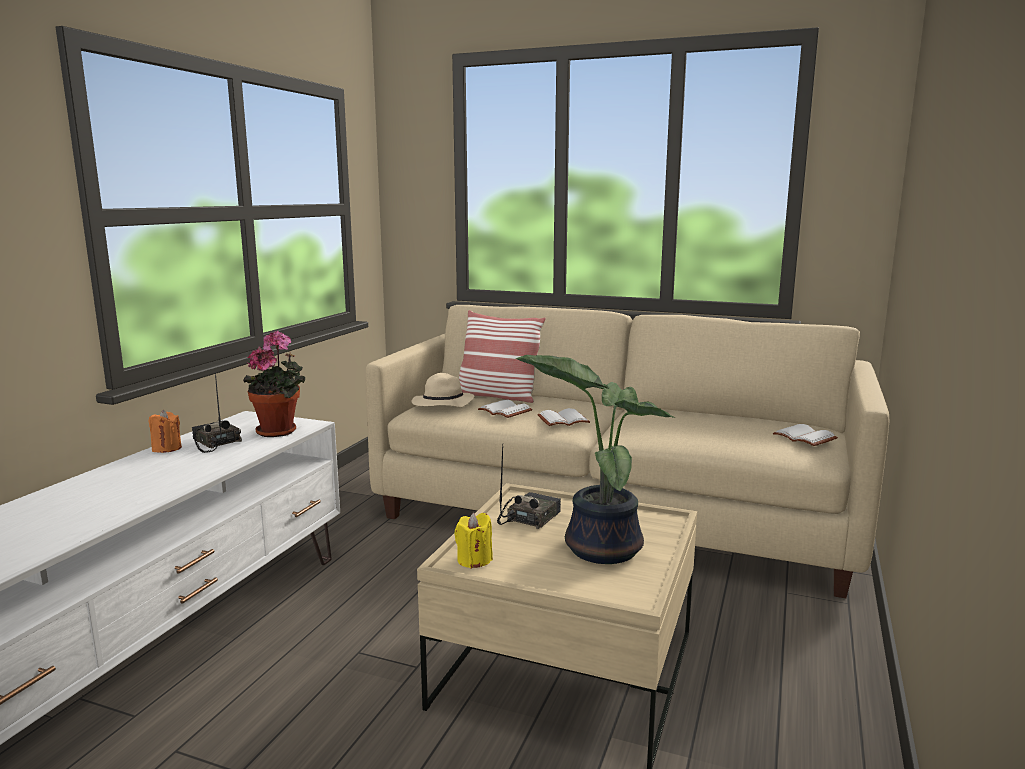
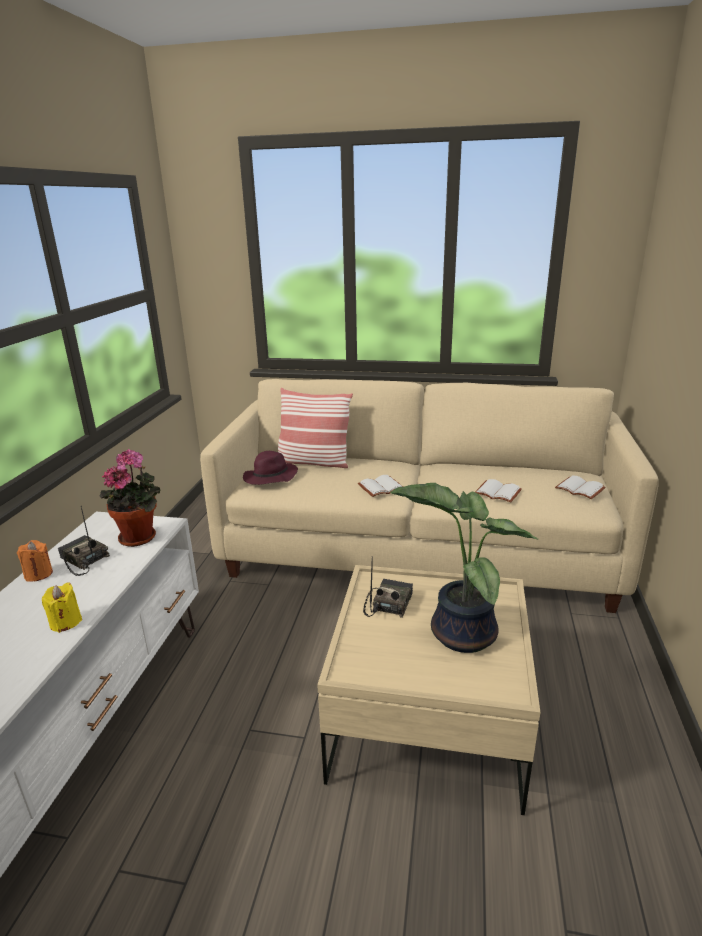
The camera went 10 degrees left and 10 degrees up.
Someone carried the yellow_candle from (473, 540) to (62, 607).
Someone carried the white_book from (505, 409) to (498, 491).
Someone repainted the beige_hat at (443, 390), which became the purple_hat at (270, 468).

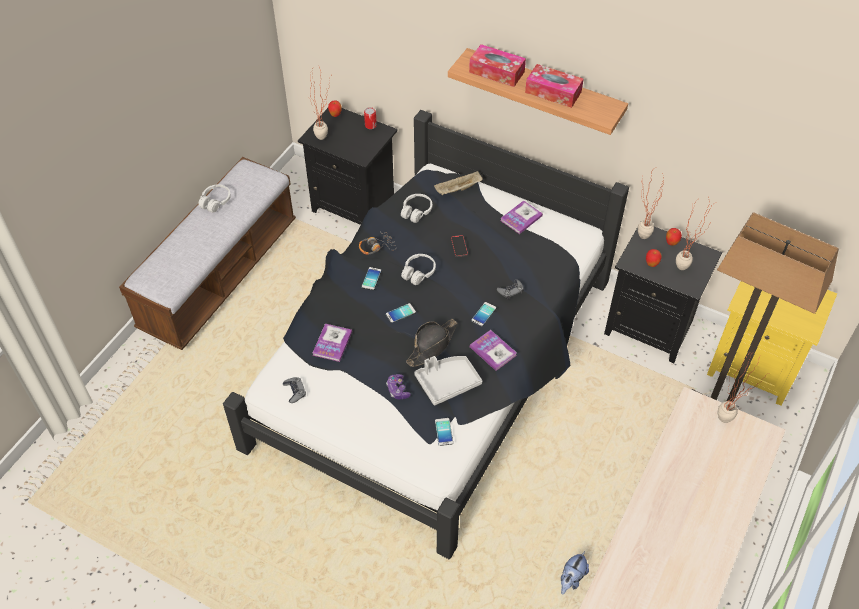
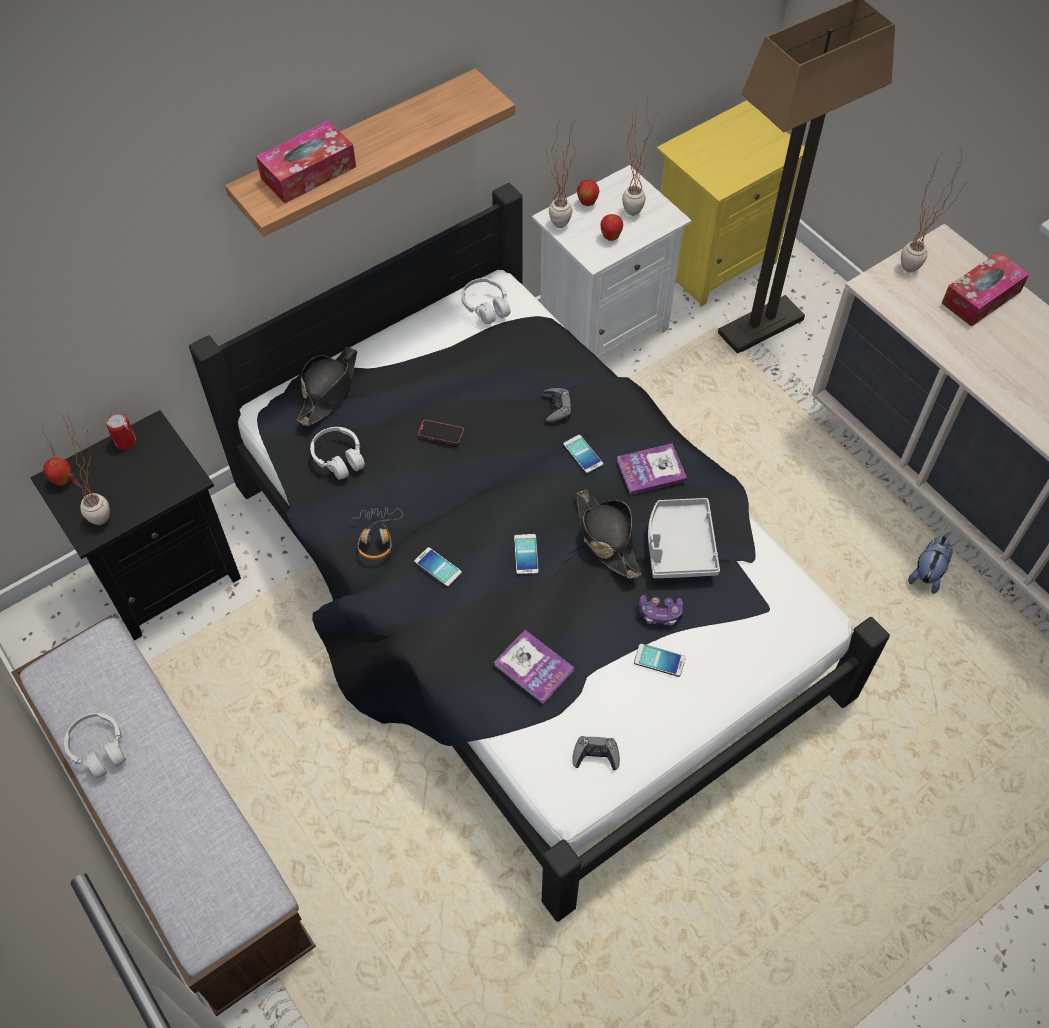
The camera went 65 degrees left and 5 degrees up.
Someone took away the book at (521, 217).
Someone carried the white_headphones from (418, 269) to (486, 301).
Someone carried the phone from (444, 432) to (660, 660).
Someone carried the tissue_box from (554, 86) to (985, 289).
Someone swapped the beige_tray at (458, 183) for the black_hat at (327, 386).
Someone repainted the black_nightstand at (663, 295), which became the white_nightstand at (612, 262).
Someone rotated the plush_toy at (575, 573) by 120 degrees counterclockwise.

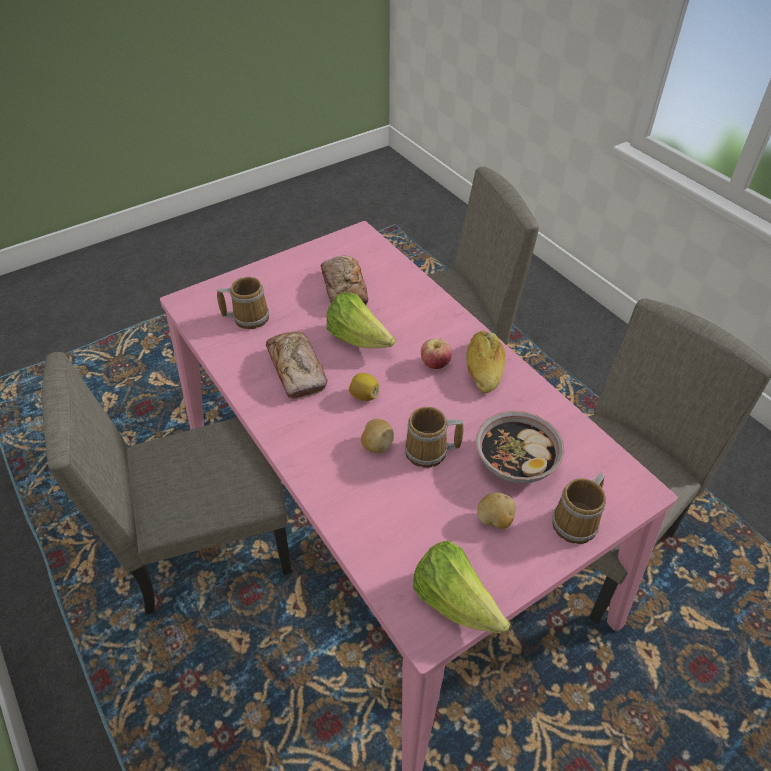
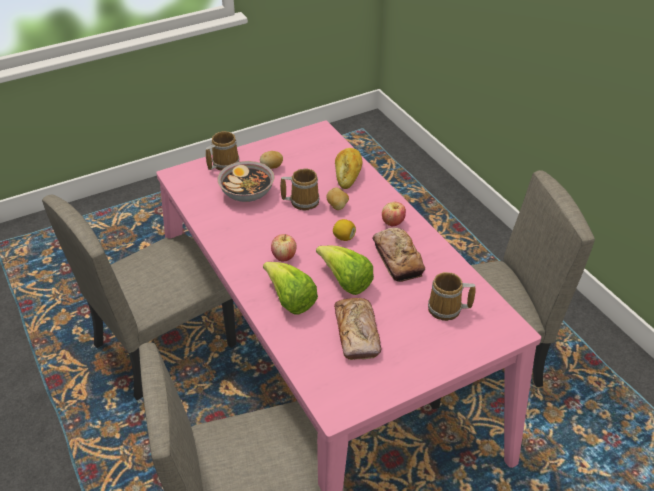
The camera went 175 degrees left and 5 degrees down.
Someone put down the apple at (394, 214).
Someone carried the lettuce from (461, 586) to (290, 288).
Someone carried the bread from (486, 361) to (349, 168).

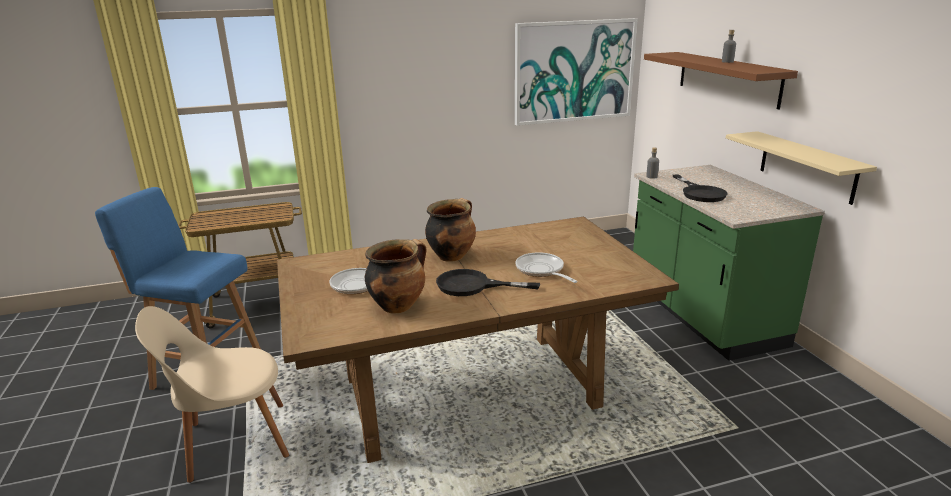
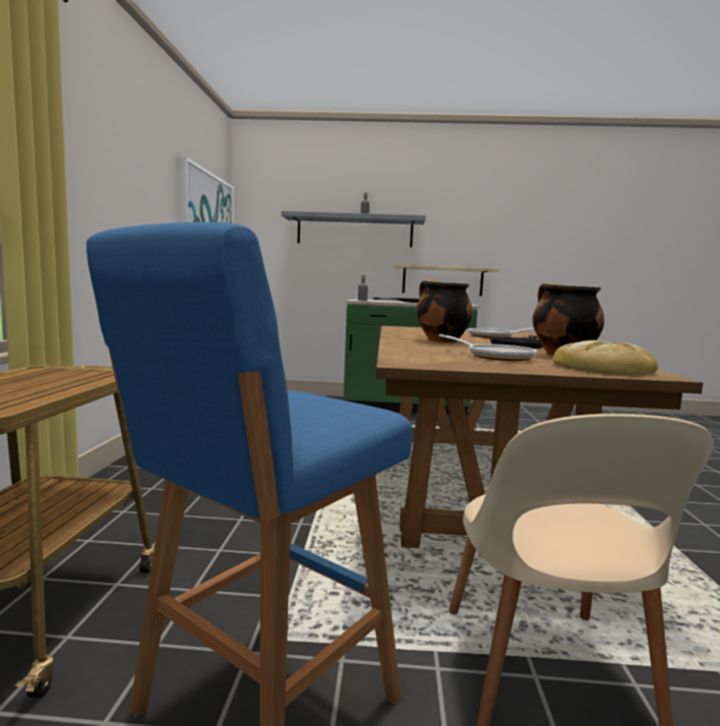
The camera went 70 degrees left and 15 degrees down.
Someone put down the bread at (605, 357).
Someone repainted the brown_shelf at (721, 80), which became the grey_shelf at (353, 229).

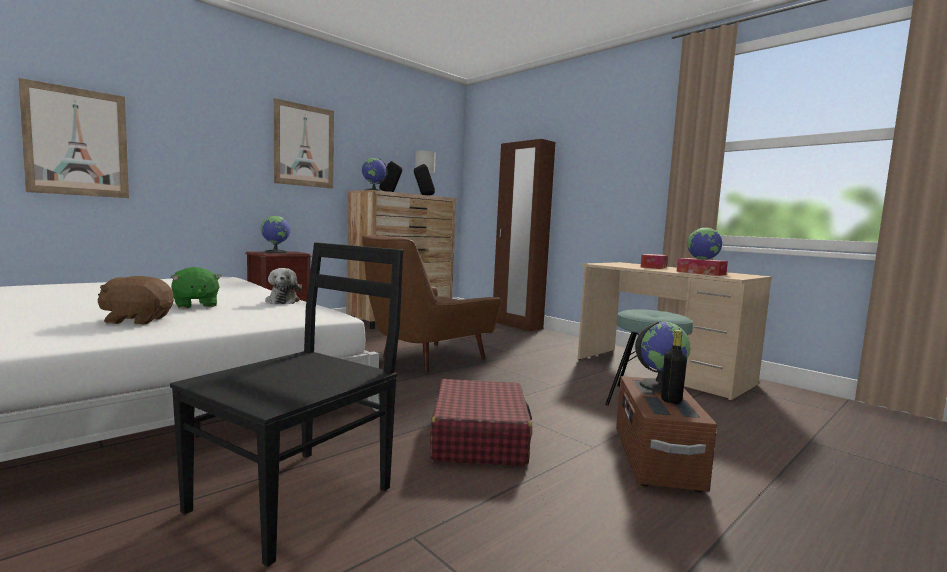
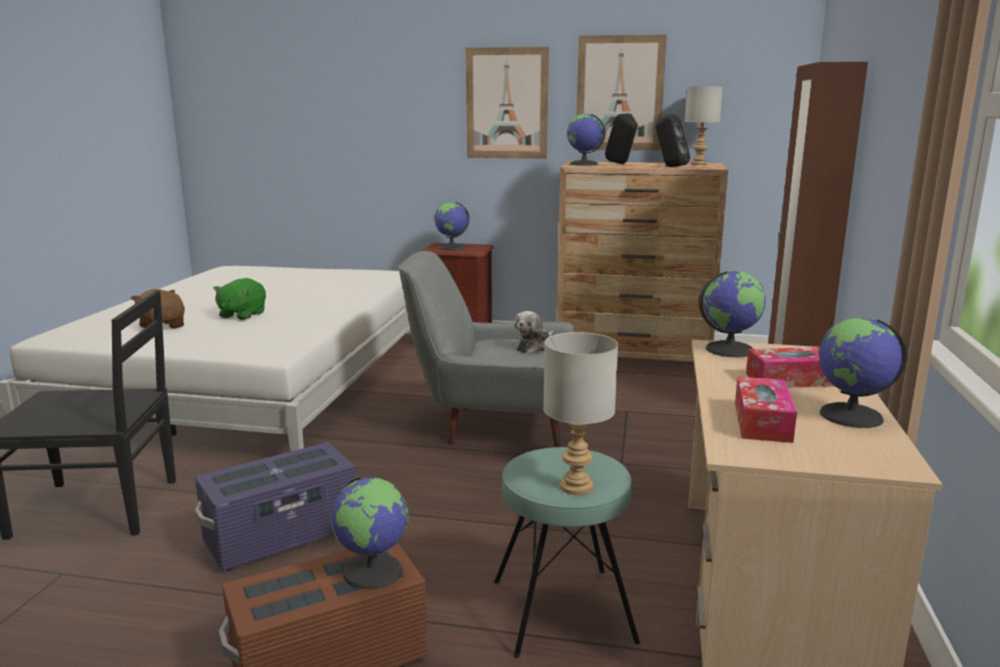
The camera went 55 degrees right and 10 degrees up.
Someone took away the black_bottle at (674, 367).
Someone put down the grey_table_lamp at (580, 413).
Someone put down the globe at (732, 314).
Someone carried the picture from (73, 138) to (622, 92).
Someone carried the plush_toy from (283, 286) to (534, 332).
Someone swapped the red_suitcase at (481, 422) for the purple_storage_box at (275, 506).
Someone repainted the brown_armchair at (431, 303), which became the grey_armchair at (486, 349).

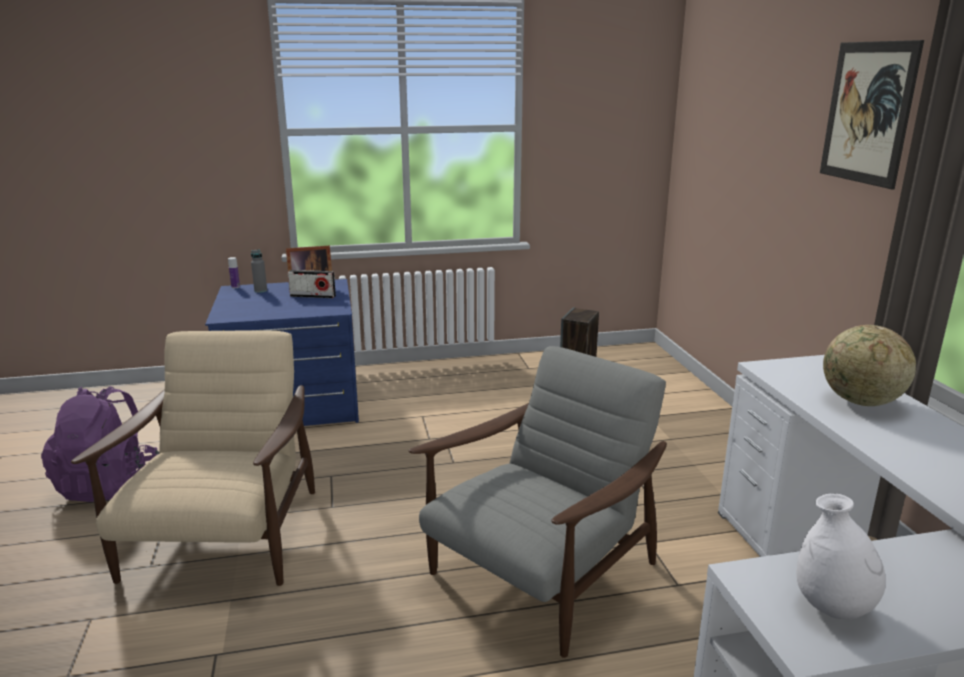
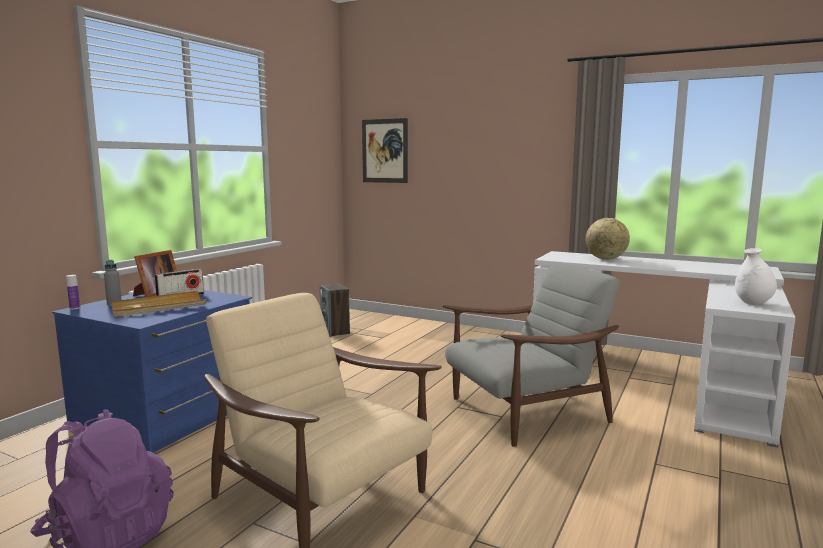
The camera went 50 degrees left and 10 degrees down.
Someone put down the beige_tray at (158, 304).
Someone carried the picture from (872, 115) to (385, 150).
Someone rotated the grey_armchair at (538, 502) by 75 degrees clockwise.

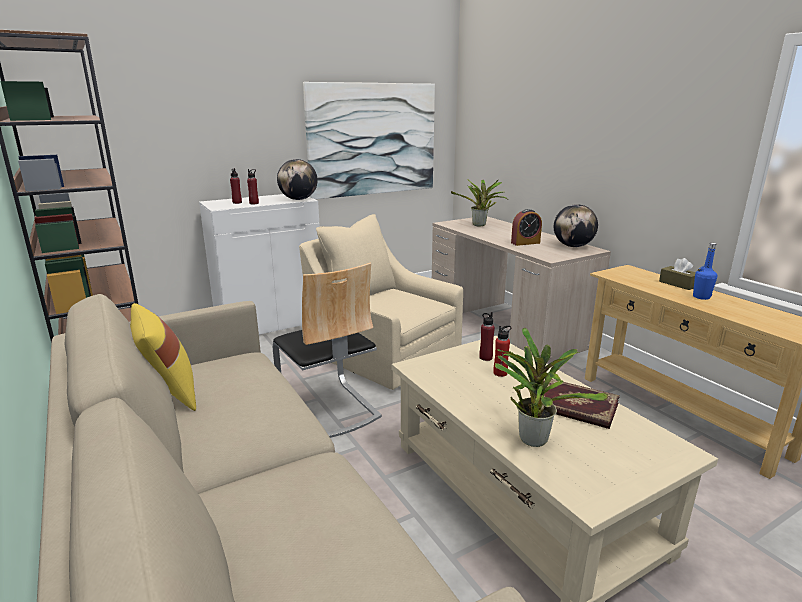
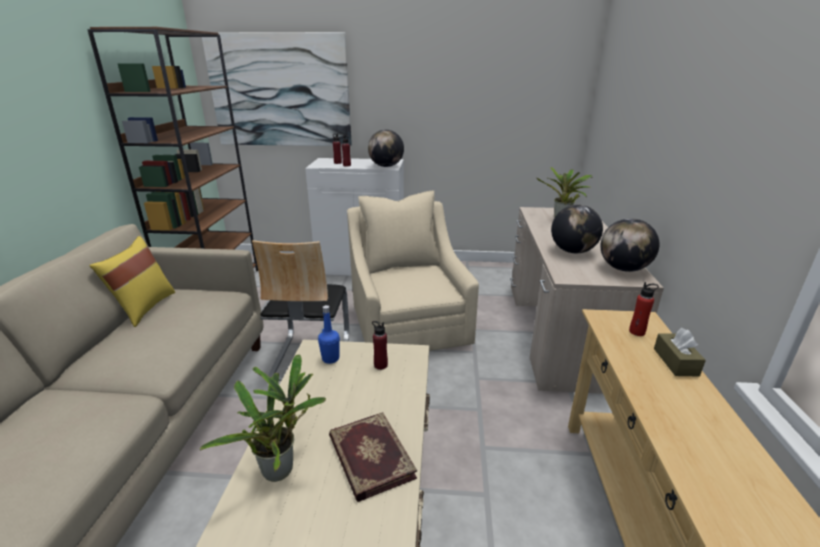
The camera went 35 degrees right and 5 degrees up.
Someone carried the picture from (369, 140) to (277, 89).
Someone carried the red_bottle from (502, 351) to (644, 309).
Someone carried the blue_bottle from (705, 271) to (329, 334).
Someone swapped the alarm_clock at (526, 227) for the globe at (577, 229).

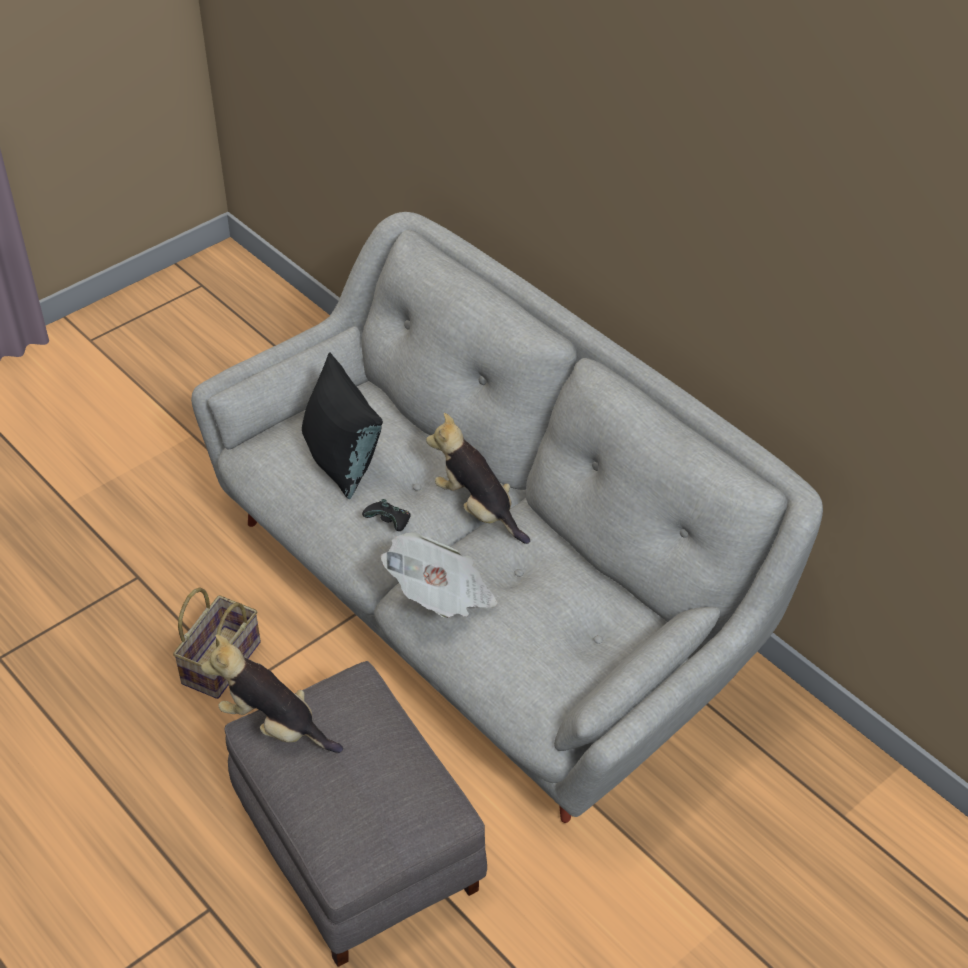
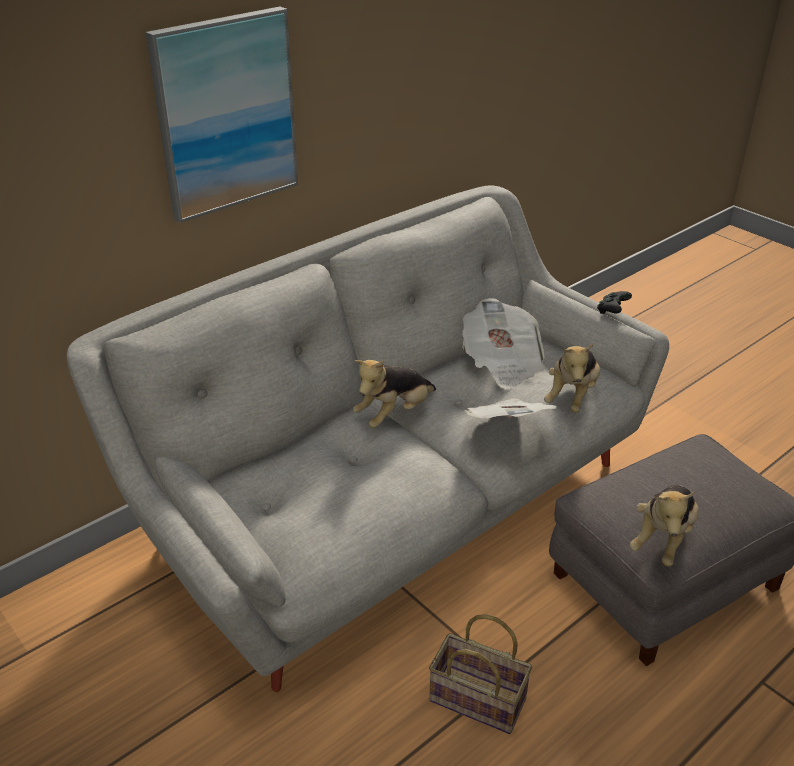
The camera went 90 degrees left and 10 degrees down.
Someone took away the black_pillow at (342, 425).
Someone put up the picture at (222, 115).
Someone put down the newspaper at (503, 344).
Someone put down the plush_toy at (572, 378).
Someone carried the black_game_controller from (386, 515) to (614, 302).

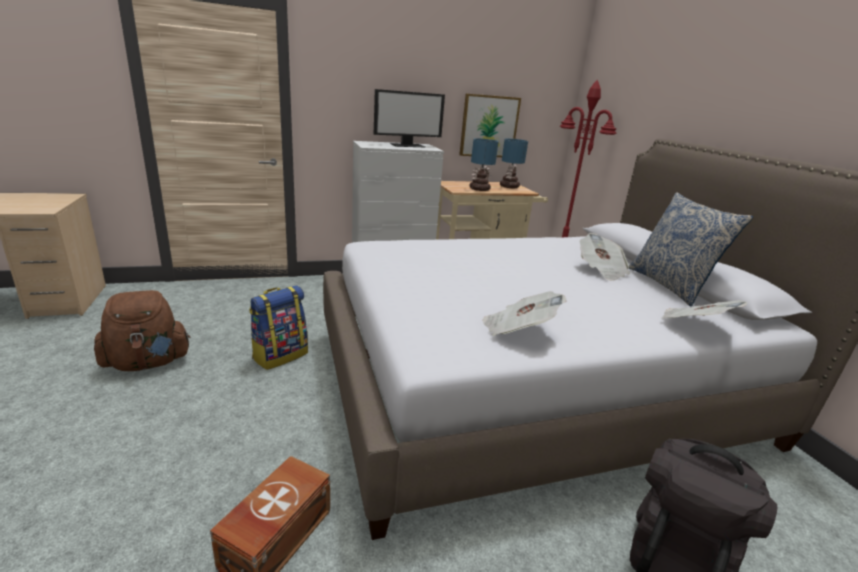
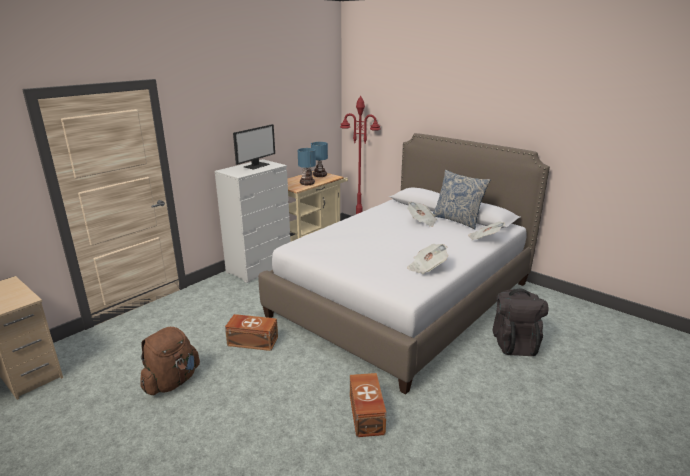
The camera went 30 degrees left and 0 degrees up.
Someone took away the picture at (490, 125).
Someone swapped the backpack at (278, 328) for the brown_storage_box at (251, 332).

